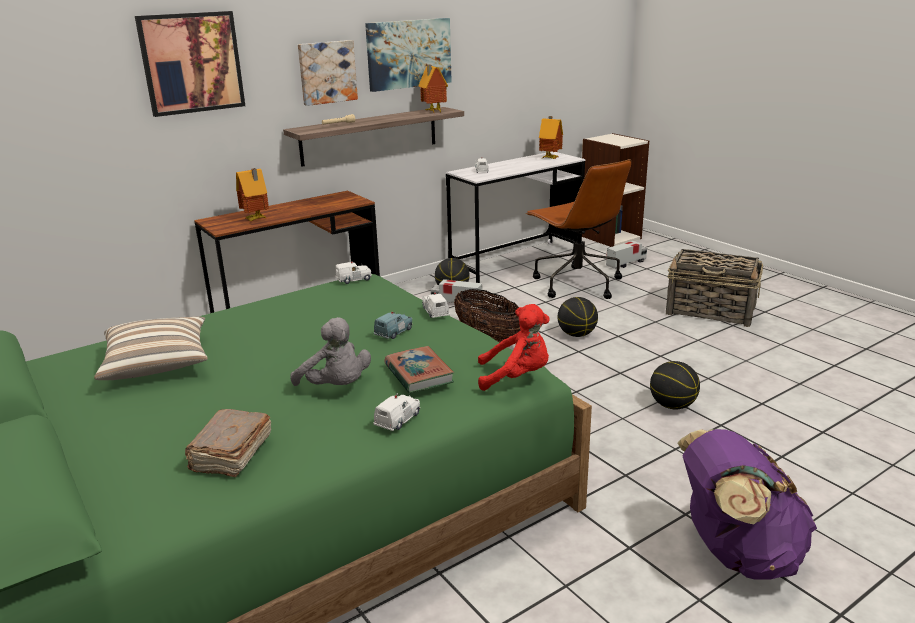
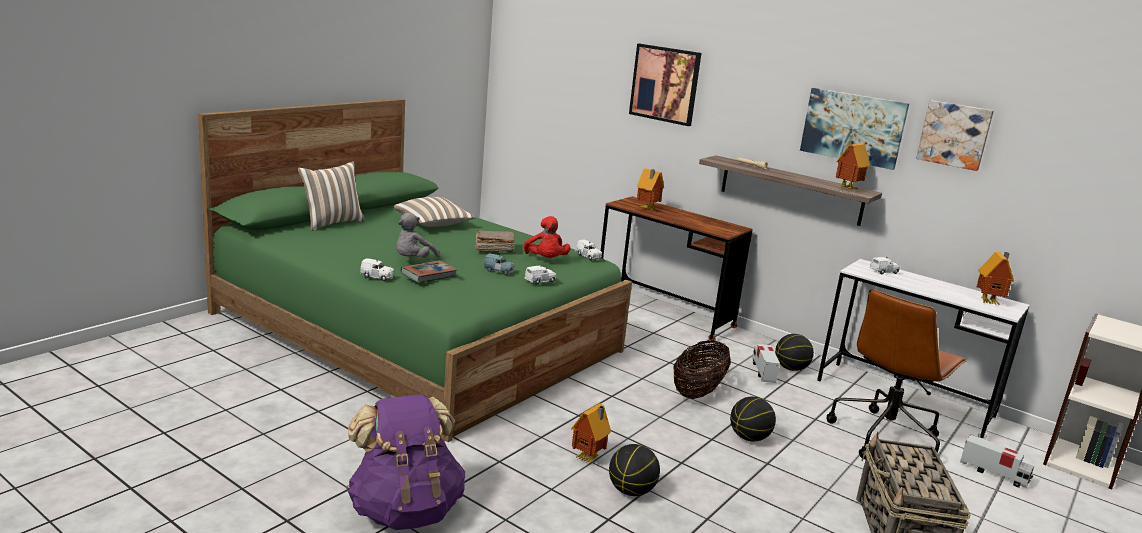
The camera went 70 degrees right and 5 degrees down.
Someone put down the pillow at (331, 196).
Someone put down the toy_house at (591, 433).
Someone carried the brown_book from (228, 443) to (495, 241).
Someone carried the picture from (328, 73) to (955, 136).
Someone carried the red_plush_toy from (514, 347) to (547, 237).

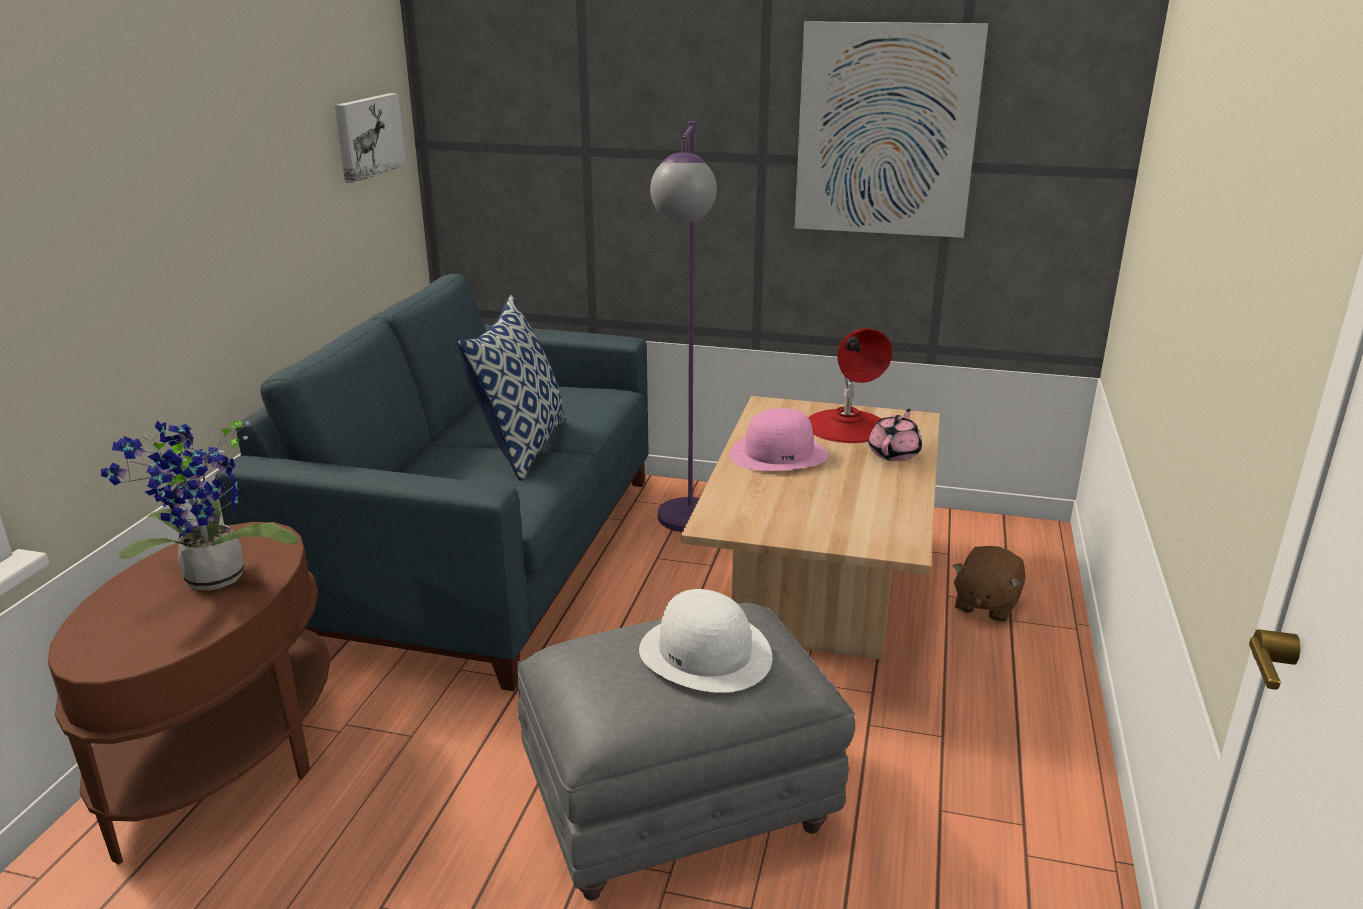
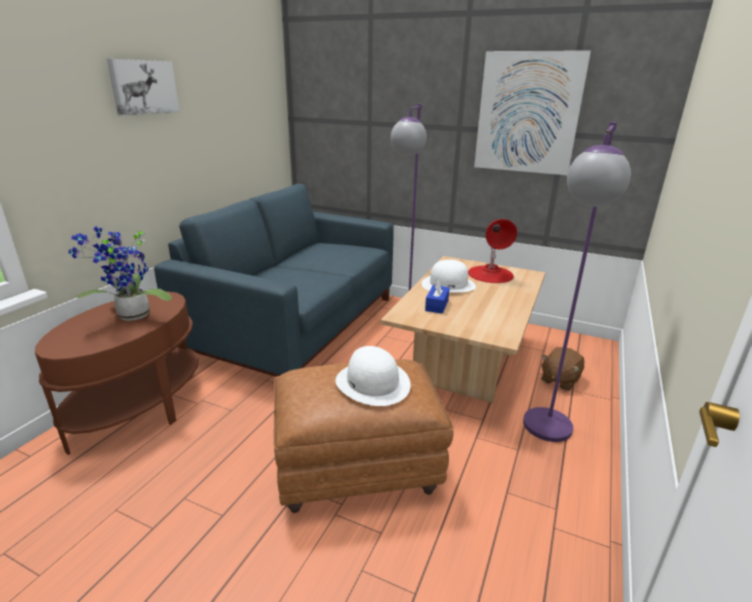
The camera went 10 degrees right and 0 degrees up.
Someone took away the pillow at (511, 388).
Someone took away the pink_teapot at (895, 435).
Someone put down the blue_tissue_box at (437, 296).
Someone put down the purple_floor_lamp at (577, 282).
Someone carried the picture from (370, 138) to (143, 87).
Someone repainted the grey_ottoman at (686, 751), which became the brown_ottoman at (363, 436).
Someone repainted the pink_hat at (779, 439), which became the white_hat at (448, 276).

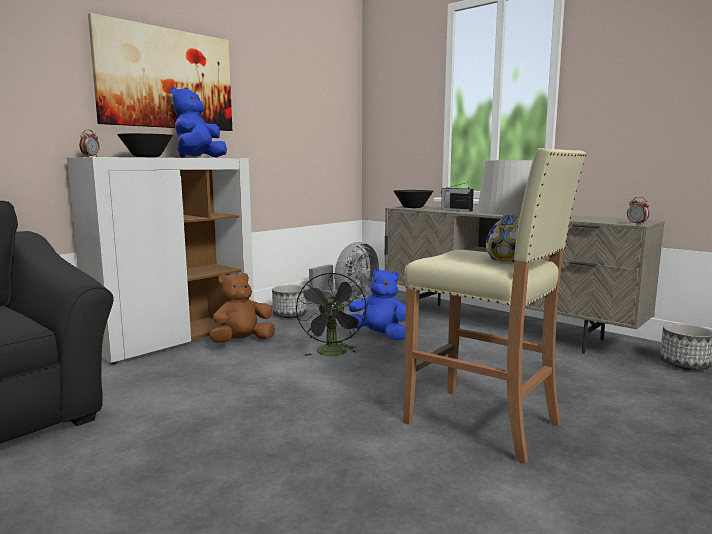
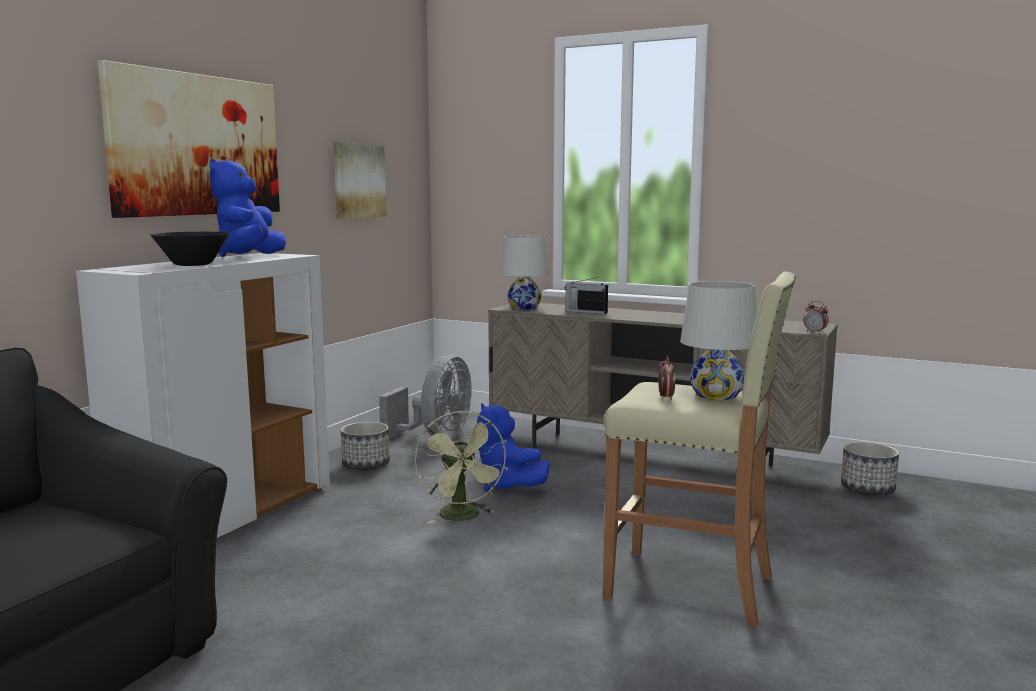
The camera went 15 degrees left and 0 degrees up.
Someone took away the brown_plush_toy at (242, 308).
Someone put up the picture at (360, 180).
Someone carried the alarm_clock from (89, 143) to (667, 378).
Someone swapped the black_bowl at (413, 199) for the white_table_lamp at (524, 273).
Someone repainted the black_fan at (331, 314), which became the green_fan at (461, 467).
Someone rotated the blue_plush_toy at (377, 304) by 135 degrees counterclockwise.

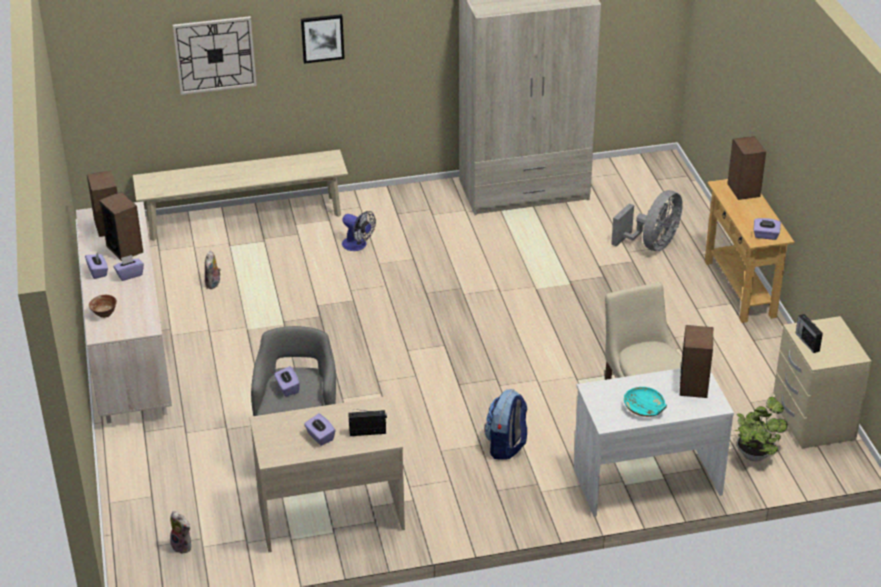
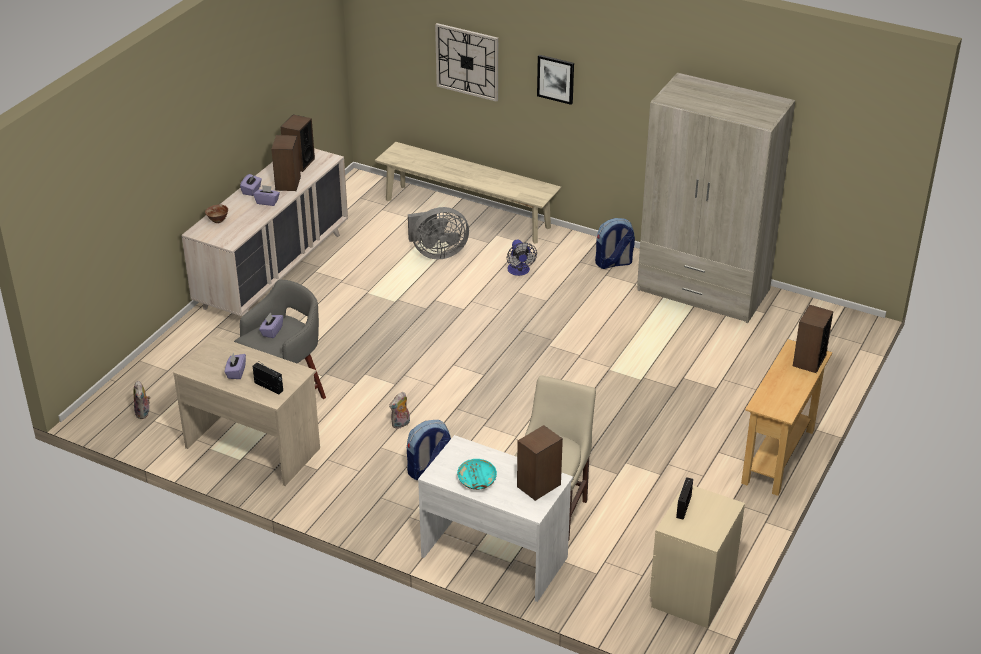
The camera went 40 degrees right and 0 degrees up.
Someone took away the potted_plant at (761, 429).
Someone took away the purple_tissue_box at (767, 229).
Someone put down the backpack at (615, 243).
Someone carried the plush_toy from (213, 270) to (399, 410).
Someone carried the grey_fan from (647, 220) to (438, 233).

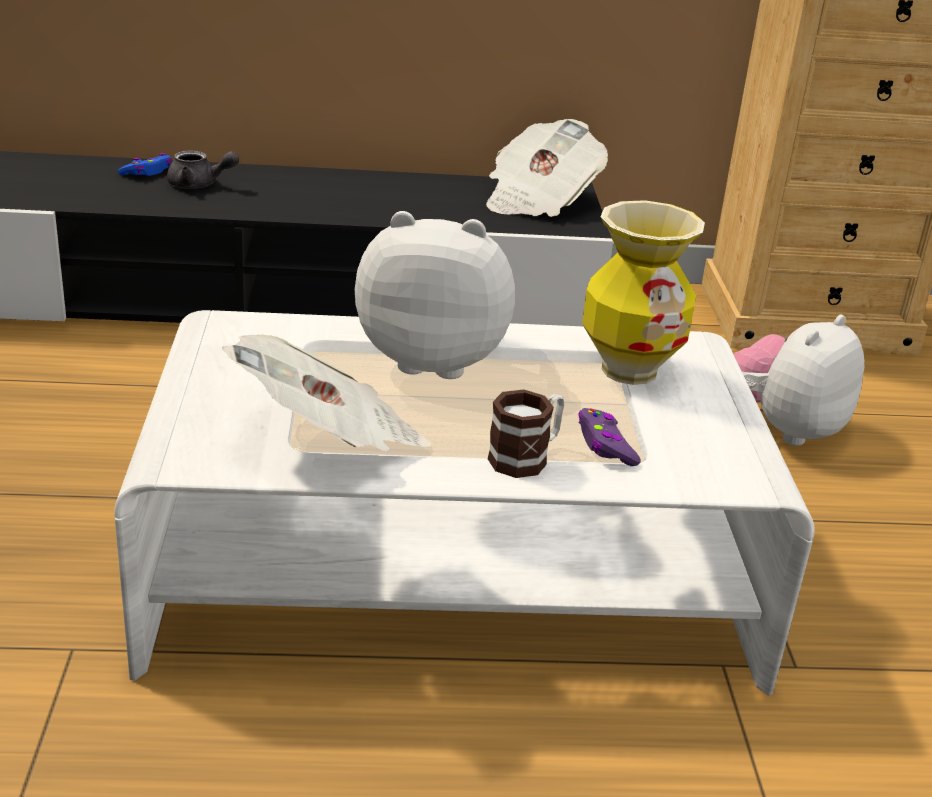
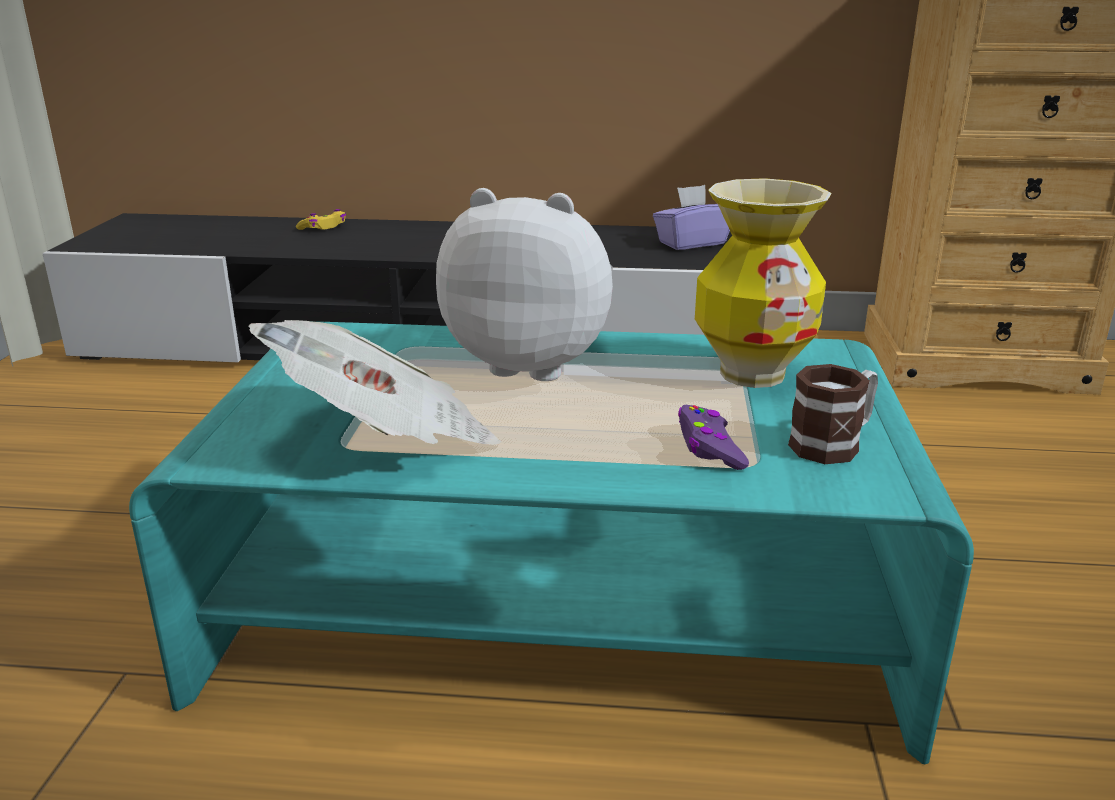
The camera went 10 degrees right and 5 degrees down.
Someone took away the grey_teapot at (203, 169).
Someone took away the plush_toy at (799, 380).
Someone carried the mug from (525, 434) to (833, 414).
Someone swapped the newspaper at (547, 168) for the purple_tissue_box at (691, 217).
Someone repainted the white_coffee_table at (464, 503), which became the turquoise_coffee_table at (551, 542).
Someone repainted the blue_game_controller at (145, 164), which became the yellow_game_controller at (321, 219).

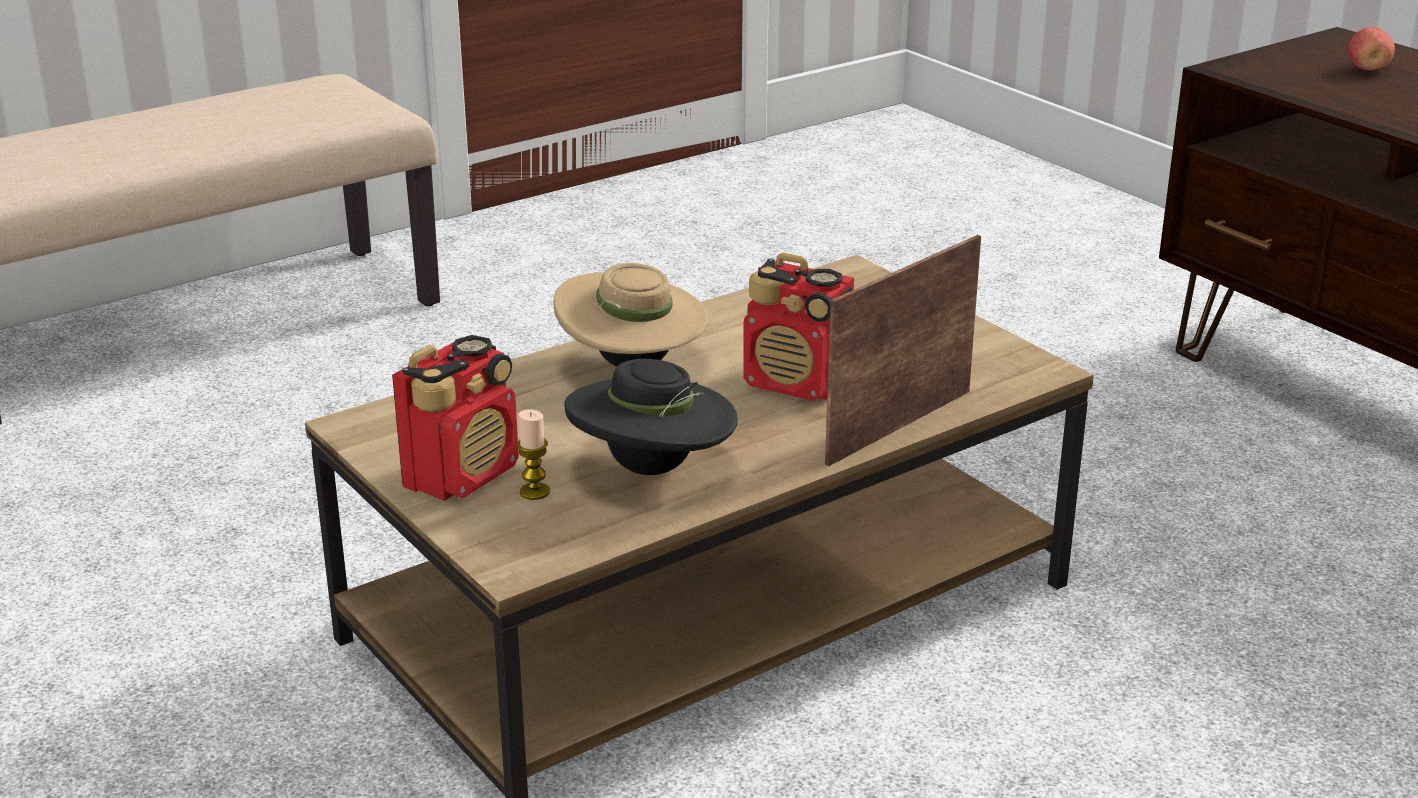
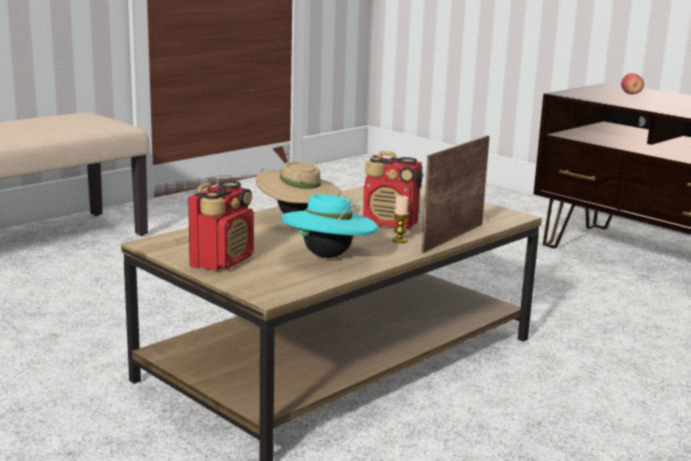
The camera went 10 degrees left and 10 degrees down.
Someone carried the candle from (533, 454) to (400, 219).
Someone repainted the black_hat at (651, 417), which became the turquoise_hat at (329, 226).

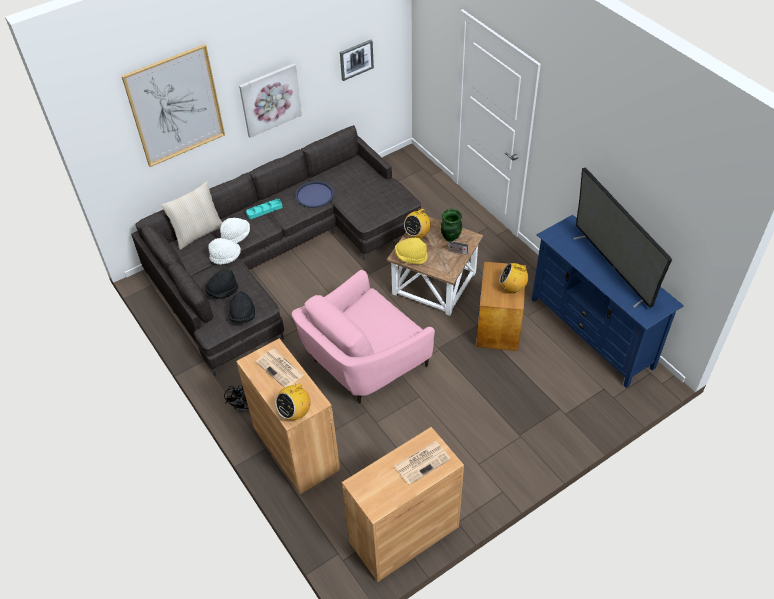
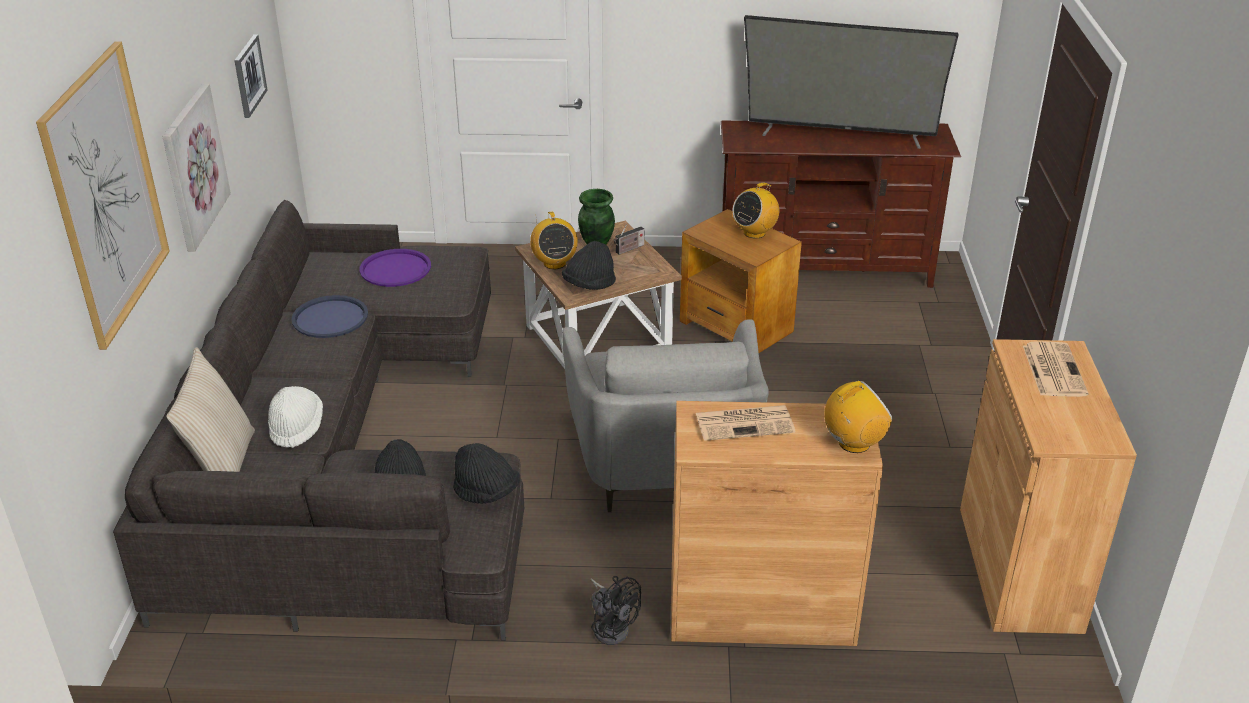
The camera went 55 degrees left and 15 degrees down.
Someone took away the white_hat at (224, 251).
Someone took away the turquoise_tray at (264, 209).
Someone put down the purple_tray at (395, 268).
Someone repainted the pink_armchair at (363, 337), which became the grey_armchair at (665, 415).
Someone repainted the yellow_hat at (411, 251), which became the black_hat at (589, 265).
Someone repainted the blue_tv_stand at (608, 301), which became the brown_tv_stand at (841, 204).
Someone rotated the radio at (293, 399) by 105 degrees counterclockwise.

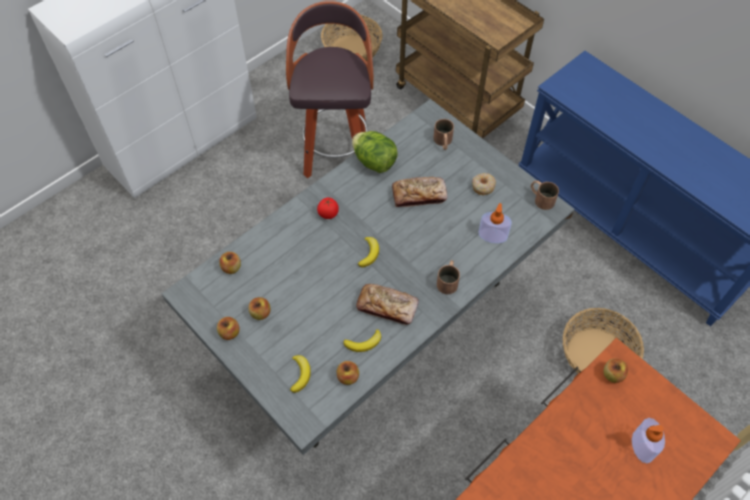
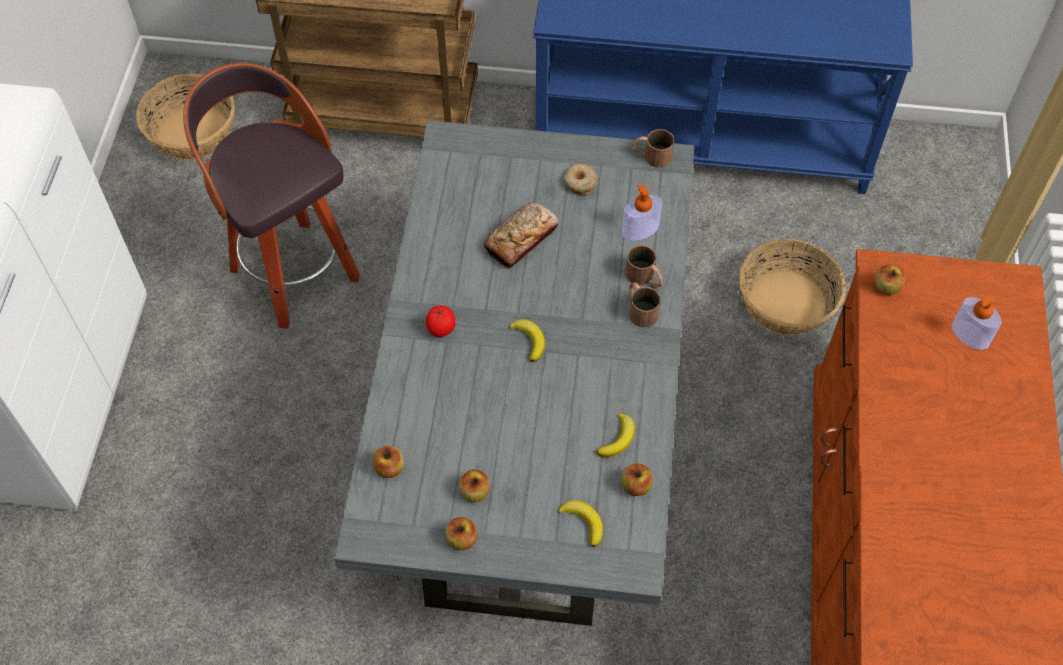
The camera went 40 degrees left and 0 degrees up.
Someone took away the lettuce at (375, 152).
Someone took away the bread at (387, 304).
Someone carried the brown_mug from (443, 134) to (644, 266).

